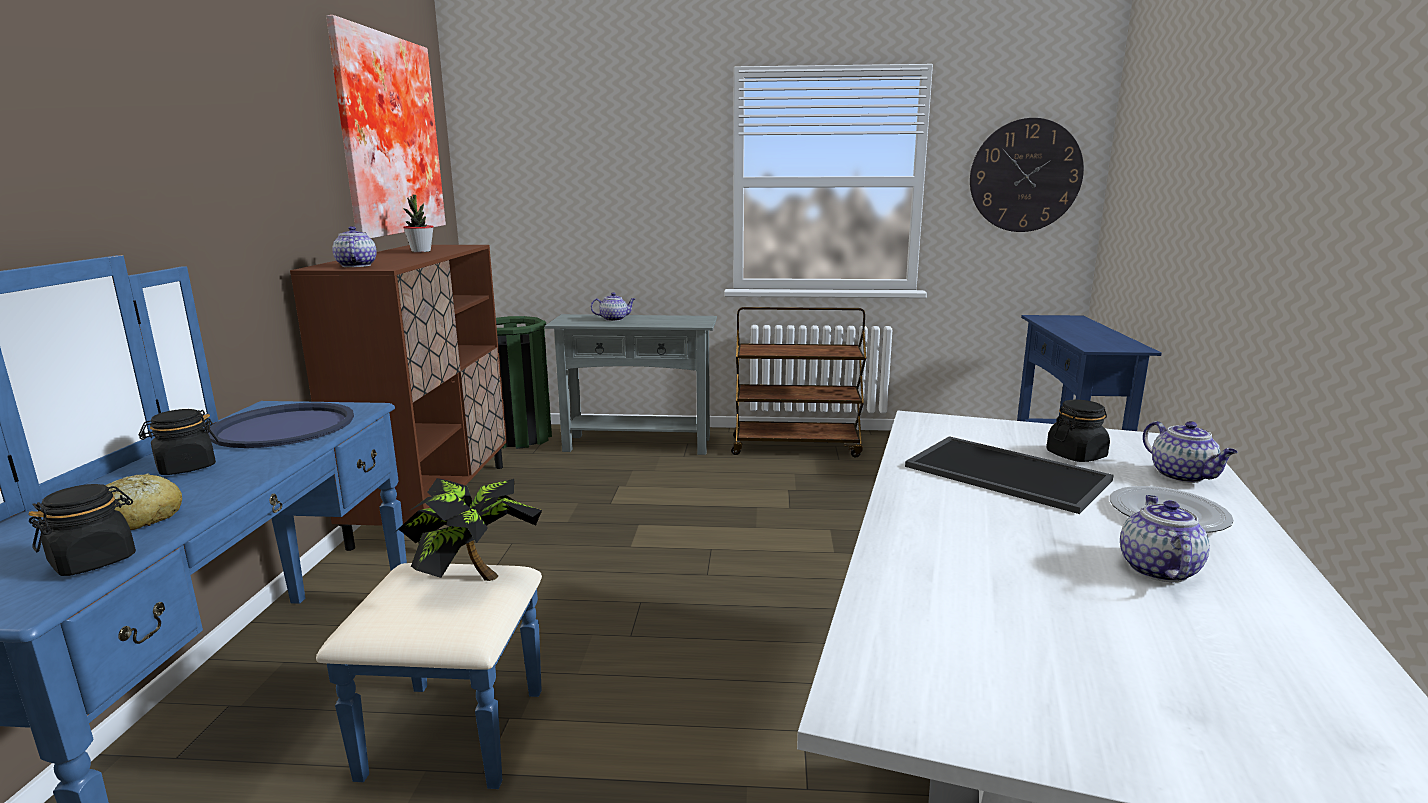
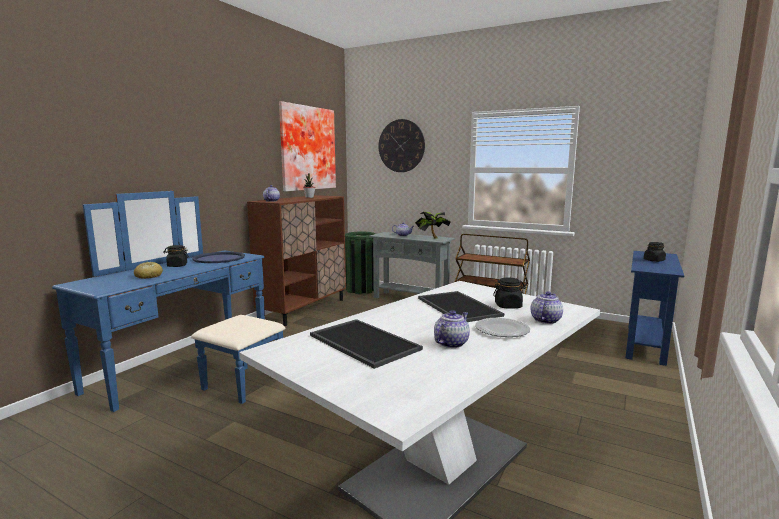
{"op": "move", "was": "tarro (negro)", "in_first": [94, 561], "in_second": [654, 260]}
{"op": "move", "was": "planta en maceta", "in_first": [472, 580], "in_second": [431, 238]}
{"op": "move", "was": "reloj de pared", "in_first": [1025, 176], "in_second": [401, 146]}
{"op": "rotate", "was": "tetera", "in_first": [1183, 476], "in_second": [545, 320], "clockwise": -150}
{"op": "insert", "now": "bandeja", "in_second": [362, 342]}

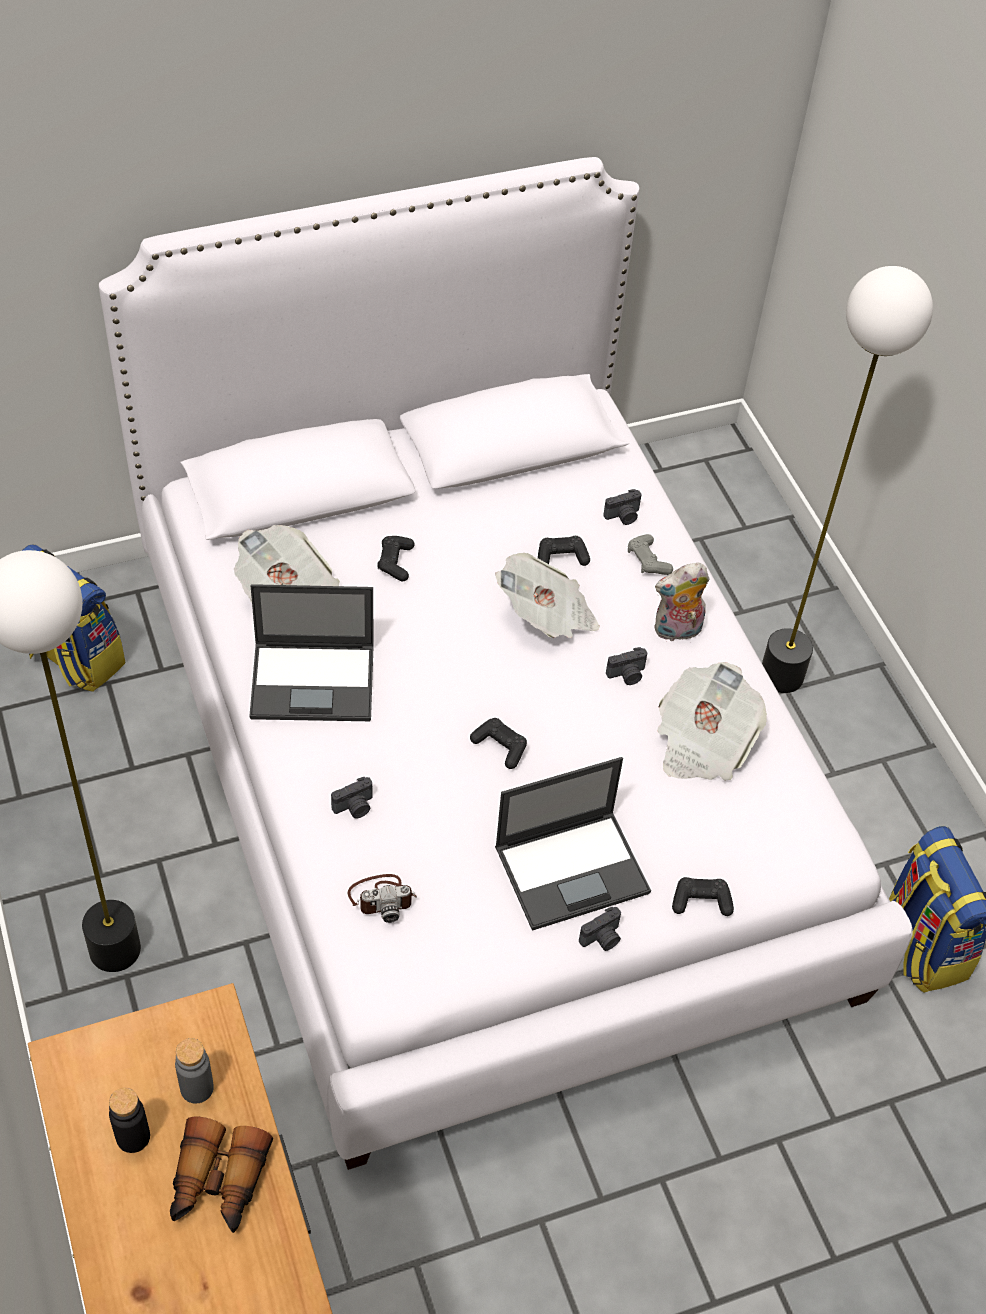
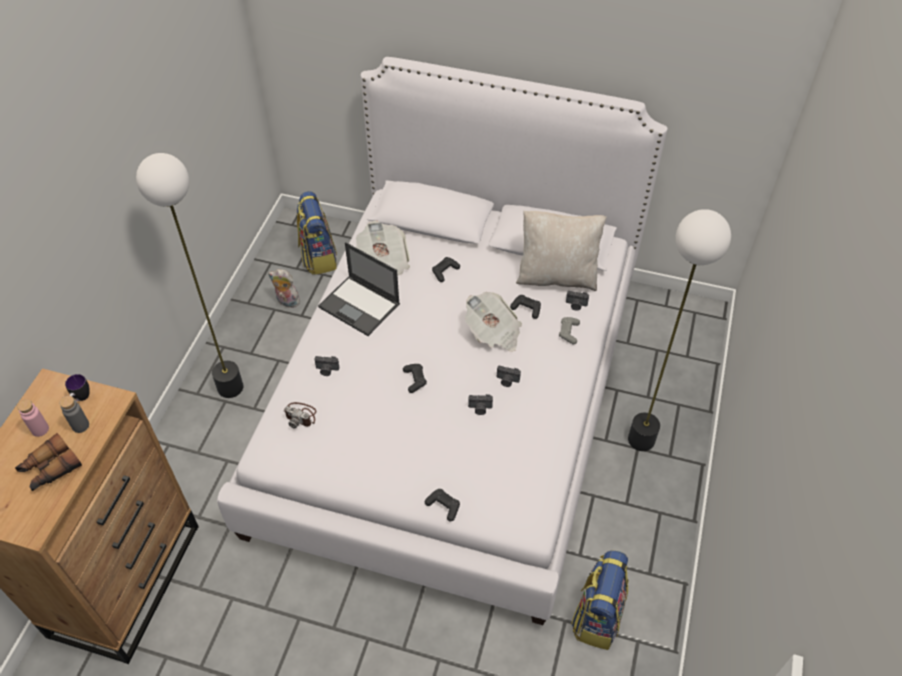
{"op": "recolor", "was": "botella (negro)", "now": "botella (rosa)", "in_first": [133, 1137], "in_second": [40, 429]}
{"op": "delete", "was": "portátil", "in_first": [573, 869]}
{"op": "move", "was": "cámara", "in_first": [602, 938], "in_second": [480, 408]}
{"op": "move", "was": "peluche", "in_first": [677, 631], "in_second": [286, 302]}
{"op": "delete", "was": "periódico", "in_first": [702, 742]}
{"op": "insert", "now": "taza grande", "in_second": [81, 399]}
{"op": "insert", "now": "cojín (beis)", "in_second": [557, 276]}

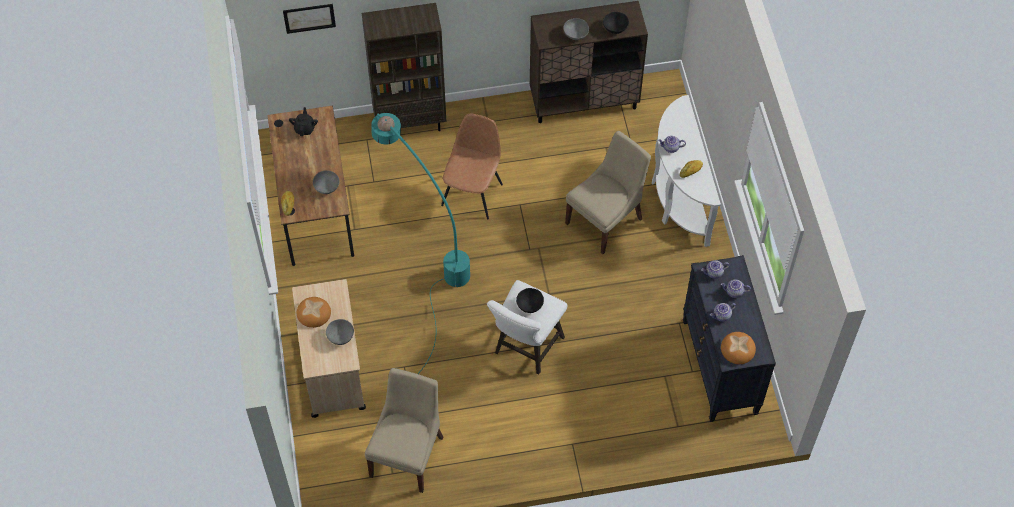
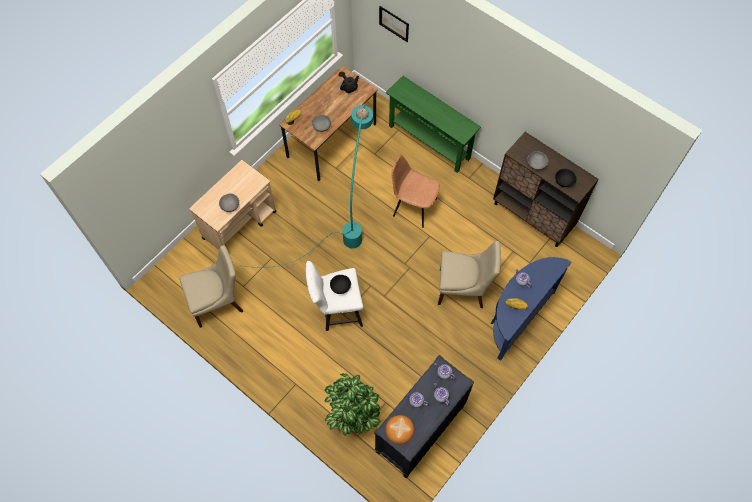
{"op": "delete", "was": "pan", "in_first": [314, 313]}
{"op": "replace", "was": "estantería (marrón)", "now": "mesa consola (verde)", "in_first": [410, 123], "in_second": [429, 142]}
{"op": "rotate", "was": "silla (marrón)", "in_first": [473, 193], "in_second": [413, 207], "clockwise": -135}
{"op": "recolor", "was": "mesa consola (blanco)", "now": "mesa consola (azul)", "in_first": [678, 198], "in_second": [516, 317]}
{"op": "insert", "now": "planta en maceta", "in_second": [353, 424]}

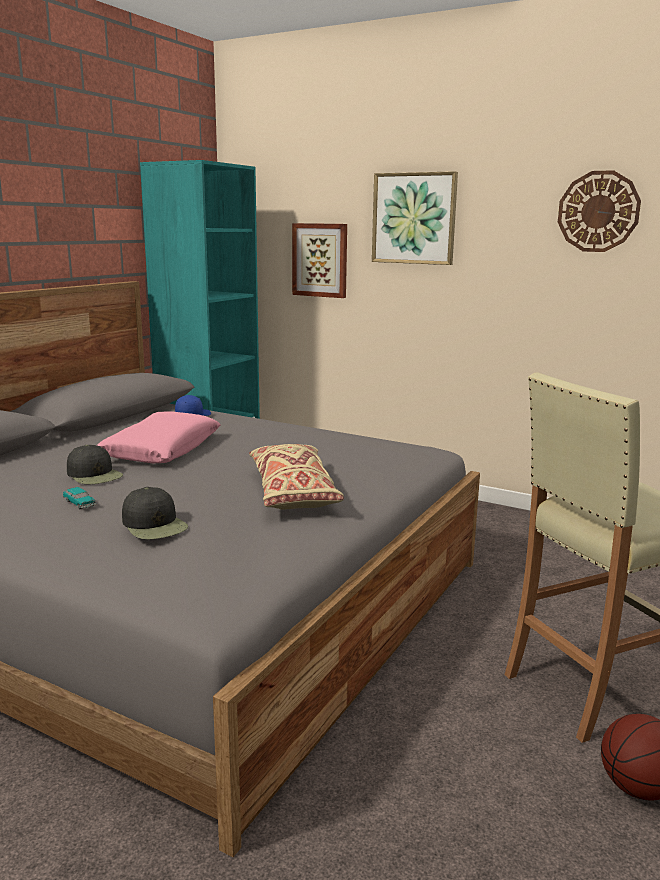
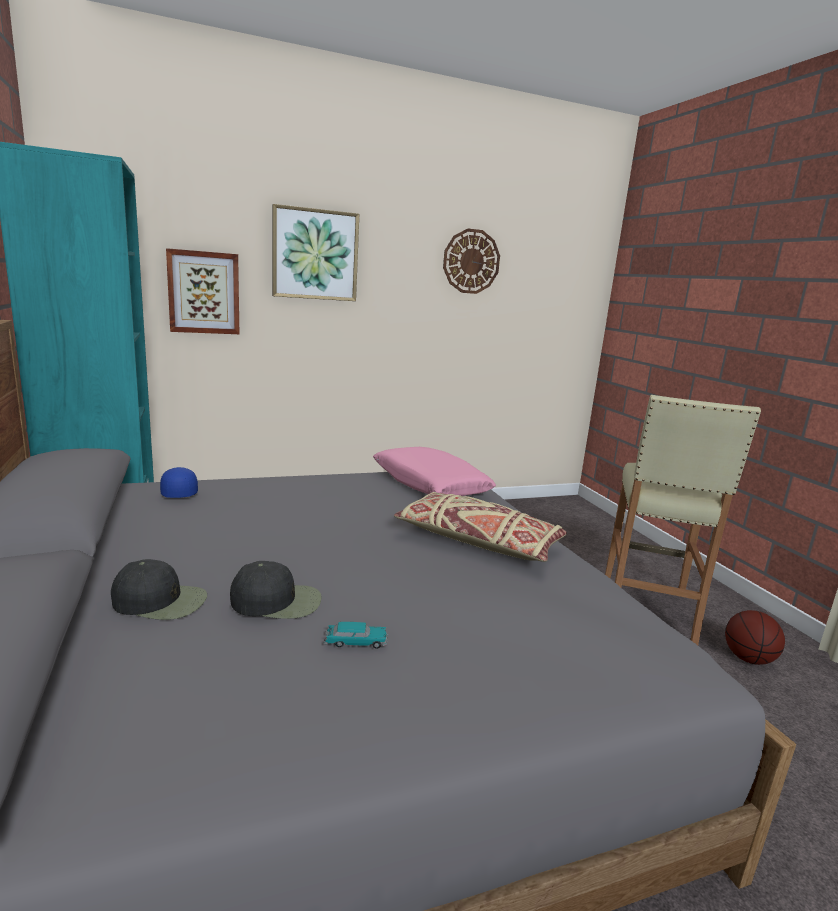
{"op": "move", "was": "cojín (rosa)", "in_first": [162, 450], "in_second": [430, 484]}
{"op": "move", "was": "gorra (negro)", "in_first": [155, 525], "in_second": [161, 601]}

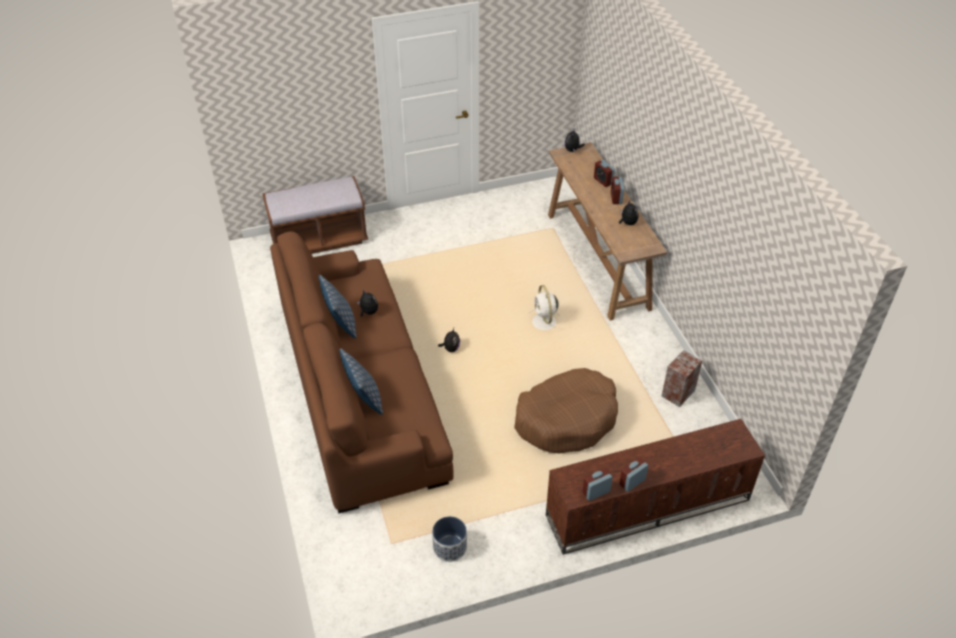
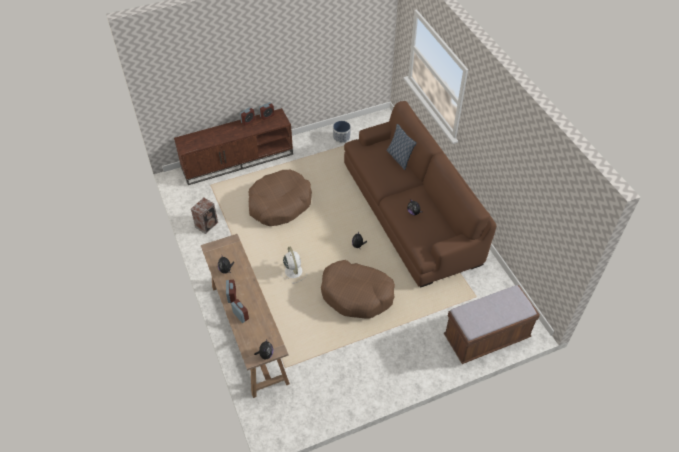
{"op": "delete", "was": "cojín", "in_first": [341, 324]}
{"op": "insert", "now": "cama para perro (marrón)", "in_second": [357, 294]}

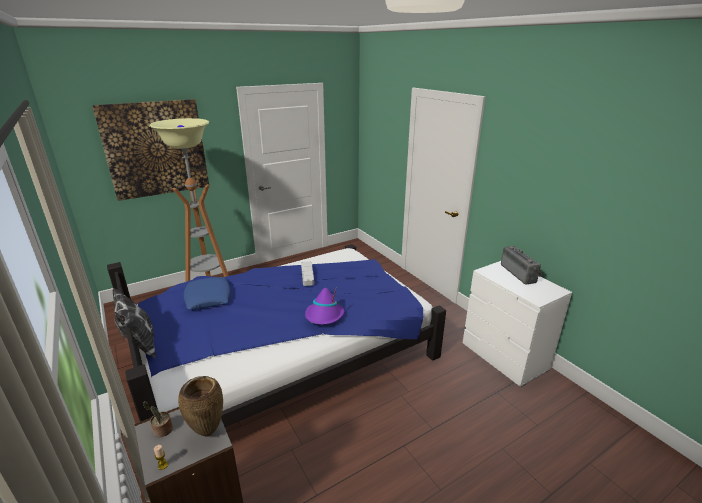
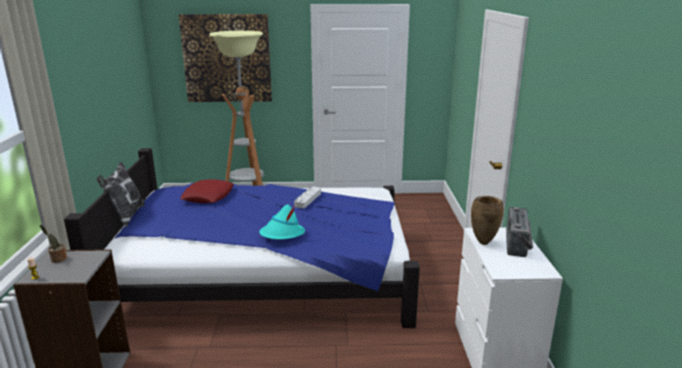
{"op": "move", "was": "florero (marrón)", "in_first": [208, 431], "in_second": [483, 242]}
{"op": "recolor", "was": "cojín (azul)", "now": "cojín (rojo)", "in_first": [208, 297], "in_second": [208, 196]}
{"op": "recolor", "was": "sombrero (morado)", "now": "sombrero (turquesa)", "in_first": [324, 316], "in_second": [282, 234]}

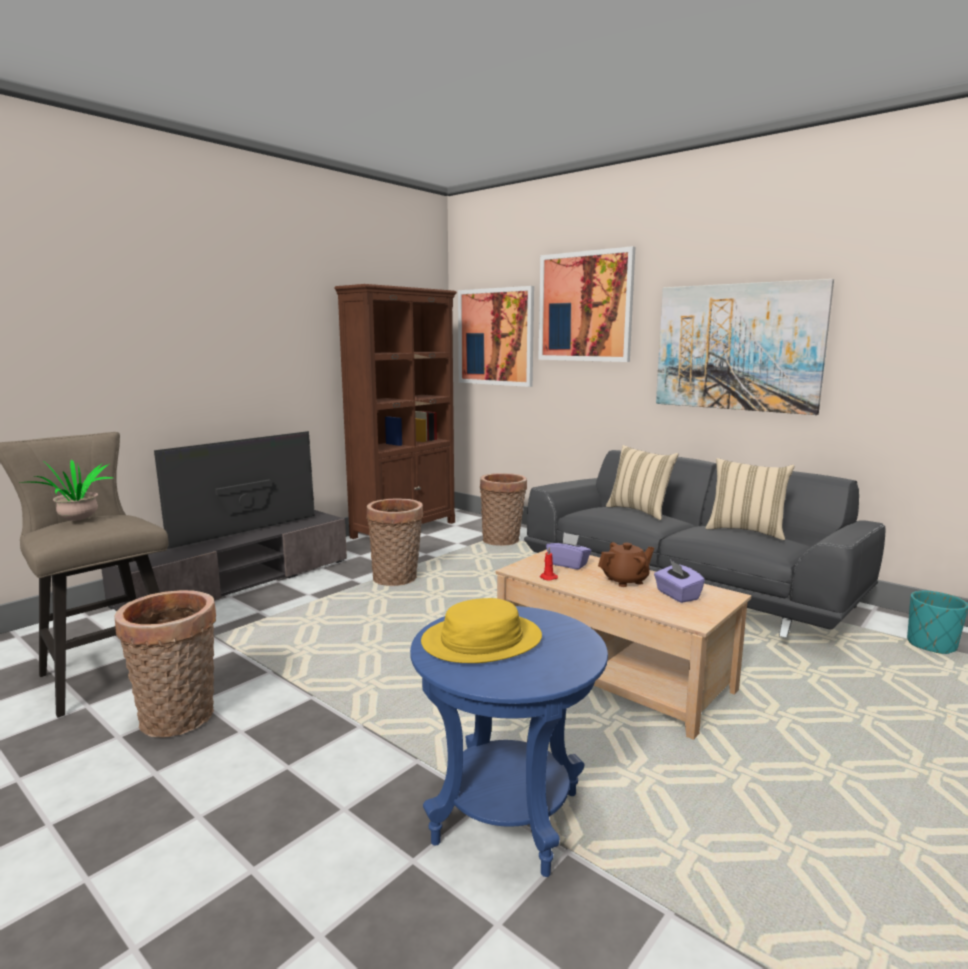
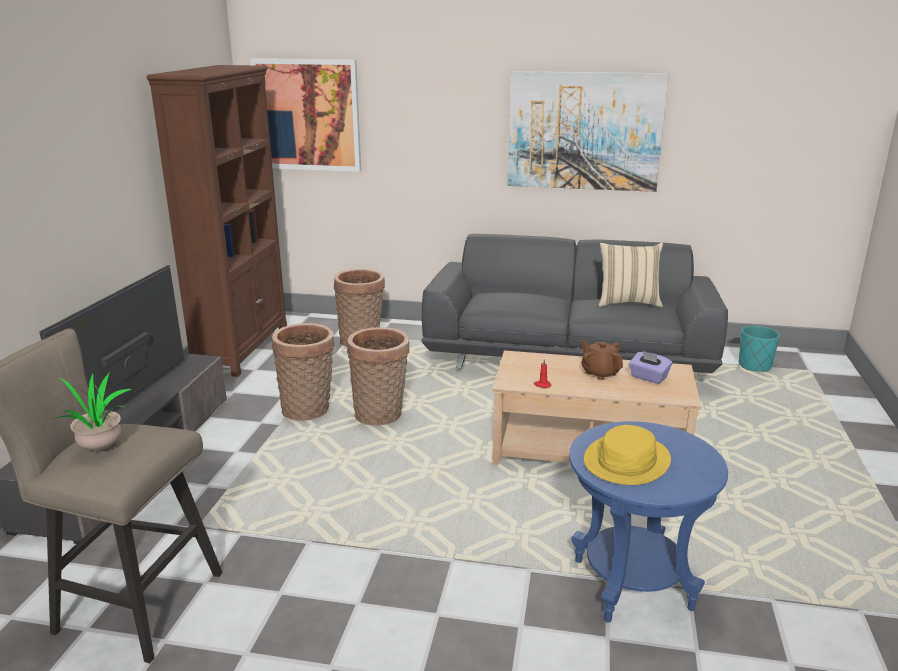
{"op": "move", "was": "cesta", "in_first": [179, 720], "in_second": [381, 415]}
{"op": "delete", "was": "cuadro", "in_first": [585, 307]}
{"op": "delete", "was": "caja de pañuelos (morado)", "in_first": [568, 564]}
{"op": "rotate", "was": "tetera (marrón)", "in_first": [626, 580], "in_second": [600, 373], "clockwise": -75}
{"op": "delete", "was": "cojín (beis)", "in_first": [640, 511]}

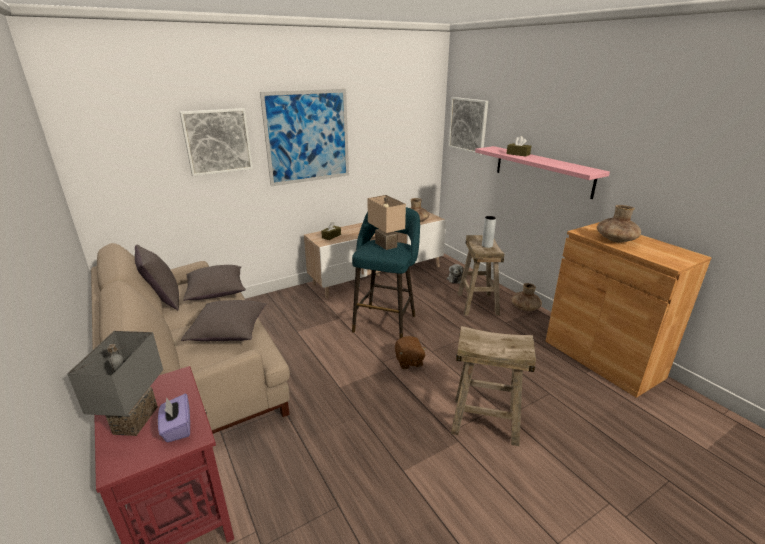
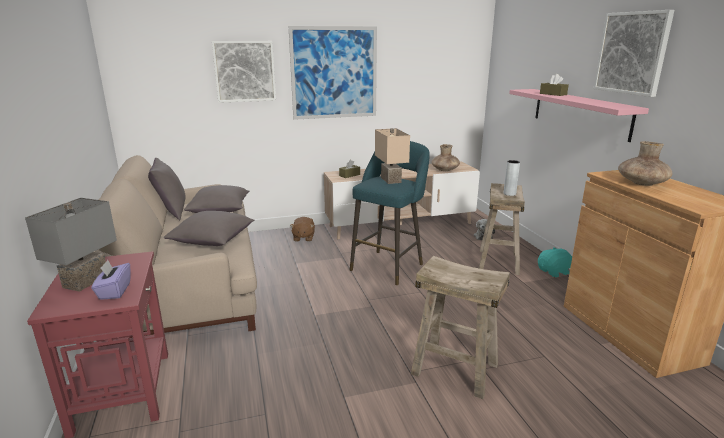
{"op": "move", "was": "peluche (marrón)", "in_first": [409, 361], "in_second": [303, 238]}
{"op": "move", "was": "cuadro", "in_first": [468, 125], "in_second": [632, 53]}
{"op": "replace", "was": "florero (marrón)", "now": "peluche (turquesa)", "in_first": [525, 308], "in_second": [554, 272]}

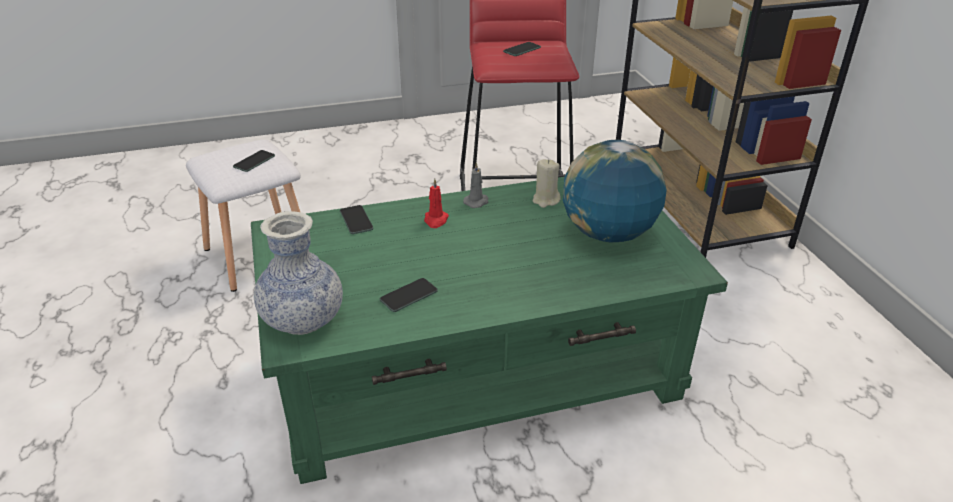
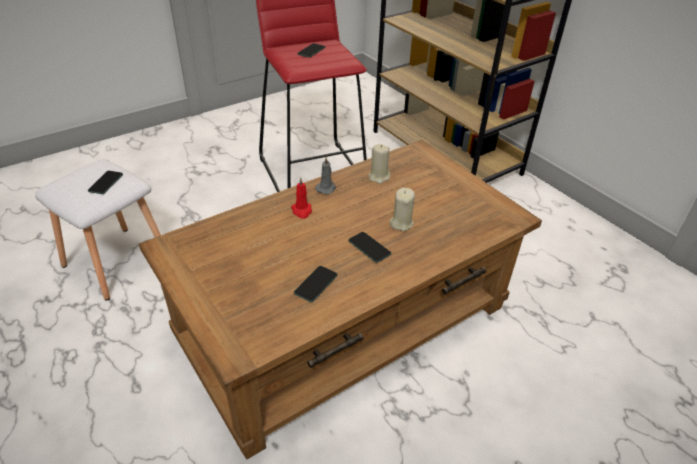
{"op": "recolor", "was": "mesa de centro (verde)", "now": "mesa de centro (marrón)", "in_first": [477, 370], "in_second": [346, 322]}
{"op": "delete", "was": "florero", "in_first": [303, 319]}
{"op": "move", "was": "móvil", "in_first": [356, 220], "in_second": [369, 247]}
{"op": "delete", "was": "globo terráqueo", "in_first": [608, 234]}
{"op": "insert", "now": "vela (beis)", "in_second": [401, 223]}

